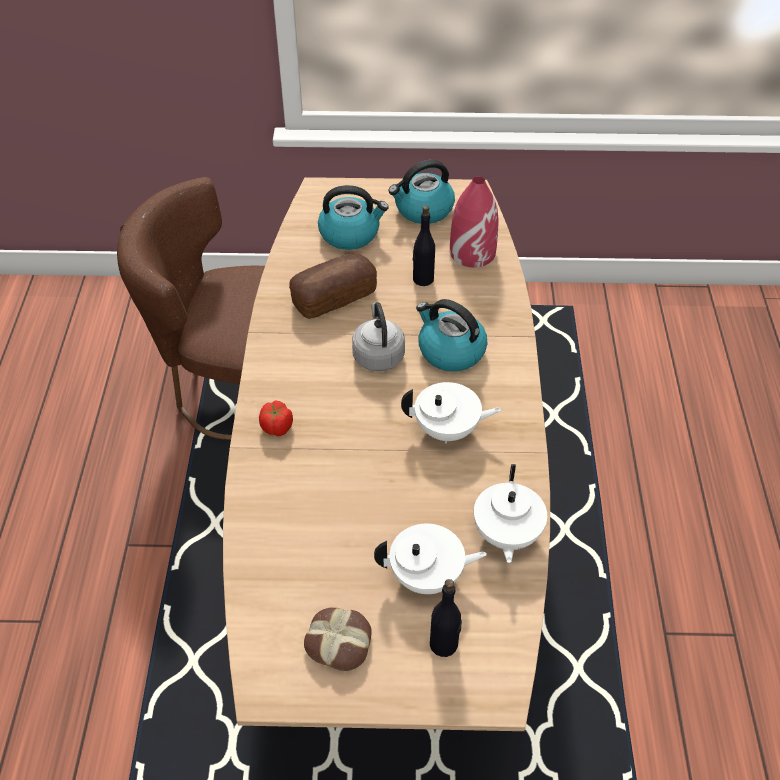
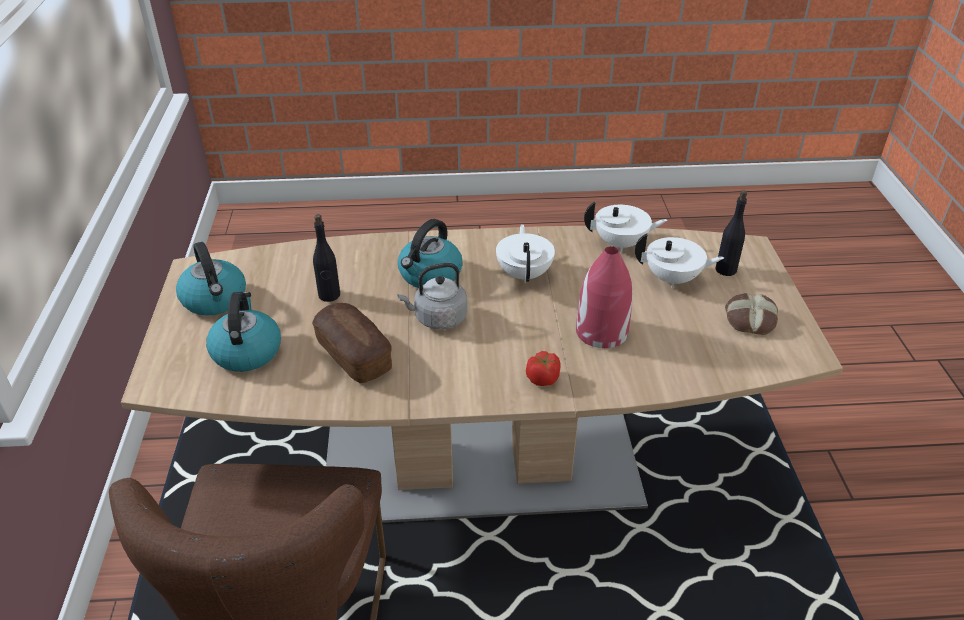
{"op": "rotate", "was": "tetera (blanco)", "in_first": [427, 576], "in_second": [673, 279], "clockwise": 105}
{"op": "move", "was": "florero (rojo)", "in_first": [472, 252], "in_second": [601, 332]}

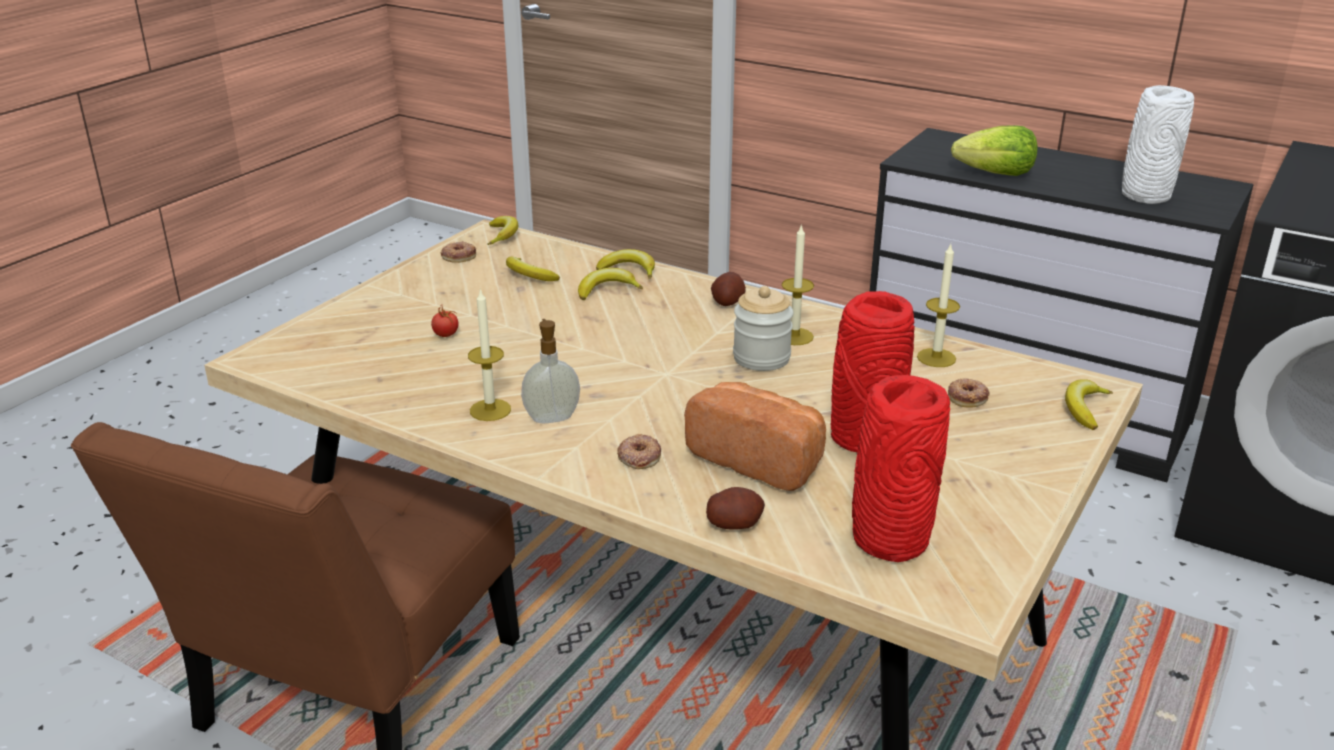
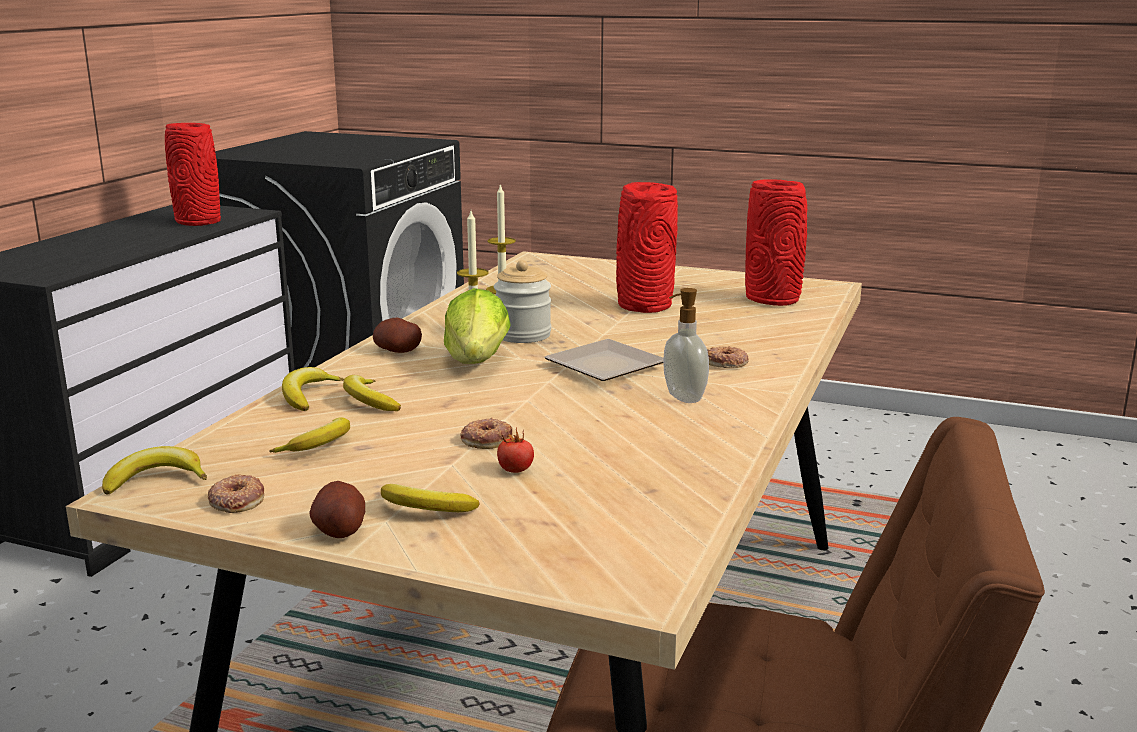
{"op": "delete", "was": "vela", "in_first": [490, 410]}
{"op": "delete", "was": "pan", "in_first": [760, 458]}
{"op": "move", "was": "patata", "in_first": [734, 524], "in_second": [339, 530]}
{"op": "move", "was": "rosquilla", "in_first": [967, 397], "in_second": [487, 439]}
{"op": "move", "was": "lechuga", "in_first": [996, 174], "in_second": [477, 362]}
{"op": "move", "was": "plátano", "in_first": [1084, 409], "in_second": [424, 509]}
{"op": "recolor", "was": "florero (blanco)", "now": "florero (rojo)", "in_first": [1144, 195], "in_second": [198, 222]}
{"op": "insert", "now": "plato", "in_second": [605, 368]}

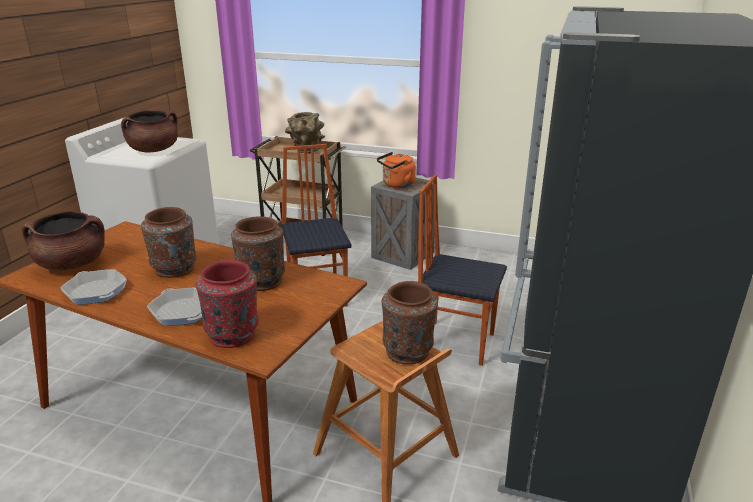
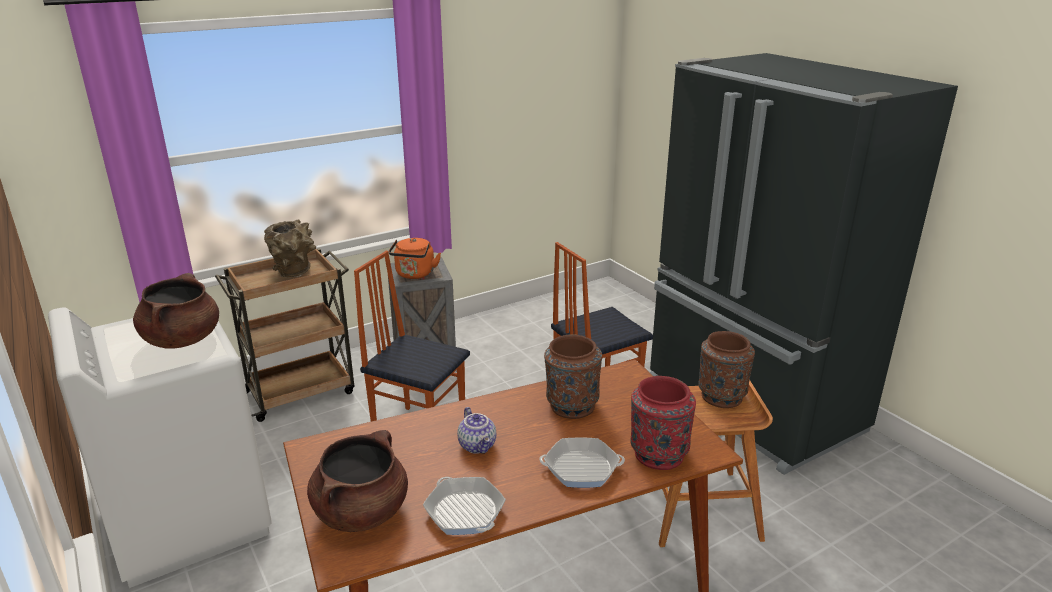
{"op": "rotate", "was": "sartén", "in_first": [95, 291], "in_second": [464, 511], "clockwise": 60}
{"op": "replace", "was": "florero (marrón)", "now": "tetera", "in_first": [174, 269], "in_second": [478, 446]}

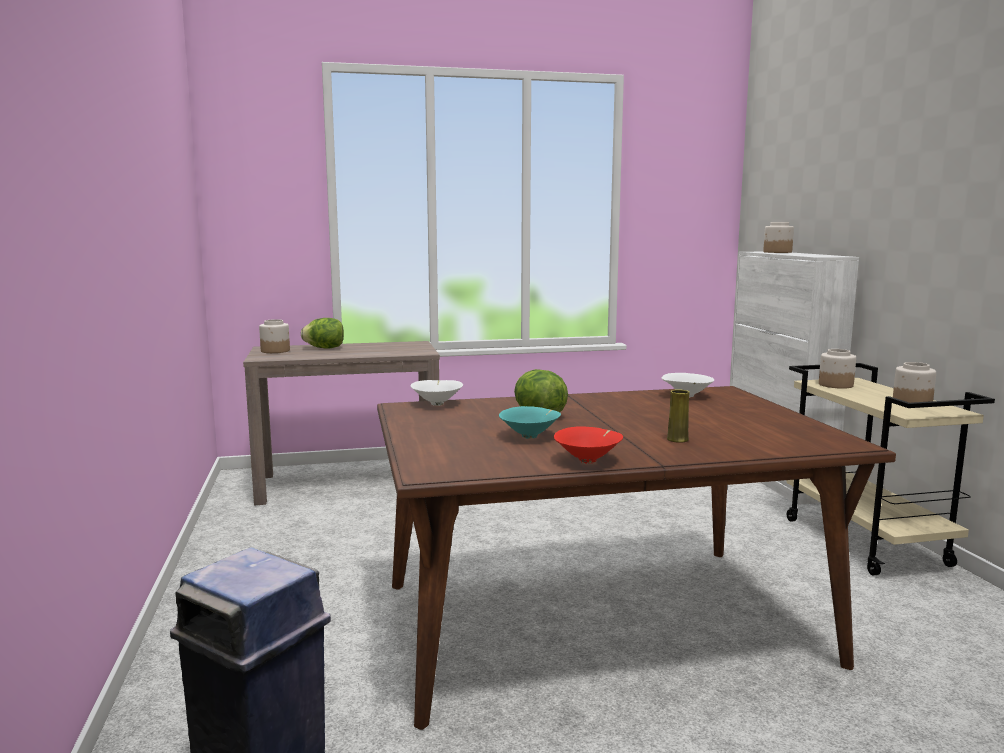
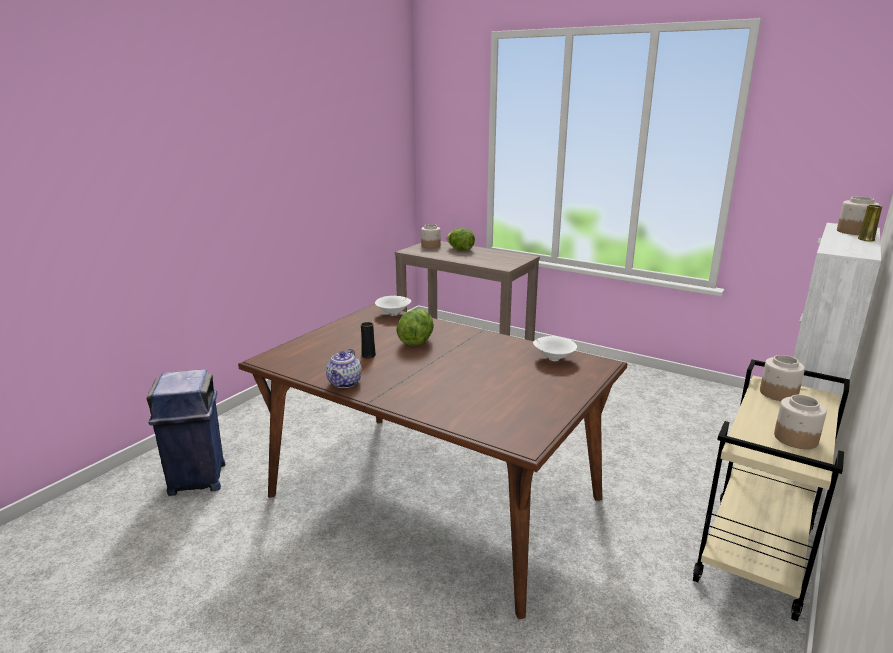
{"op": "replace", "was": "cuenco (turquesa)", "now": "florero (negro)", "in_first": [531, 436], "in_second": [368, 355]}
{"op": "replace", "was": "cuenco (rojo)", "now": "tetera", "in_first": [589, 460], "in_second": [344, 383]}
{"op": "move", "was": "florero (amarillo)", "in_first": [677, 439], "in_second": [866, 239]}

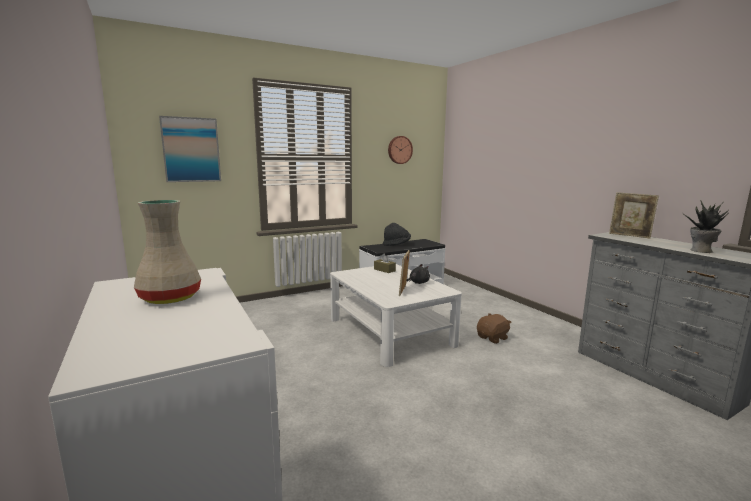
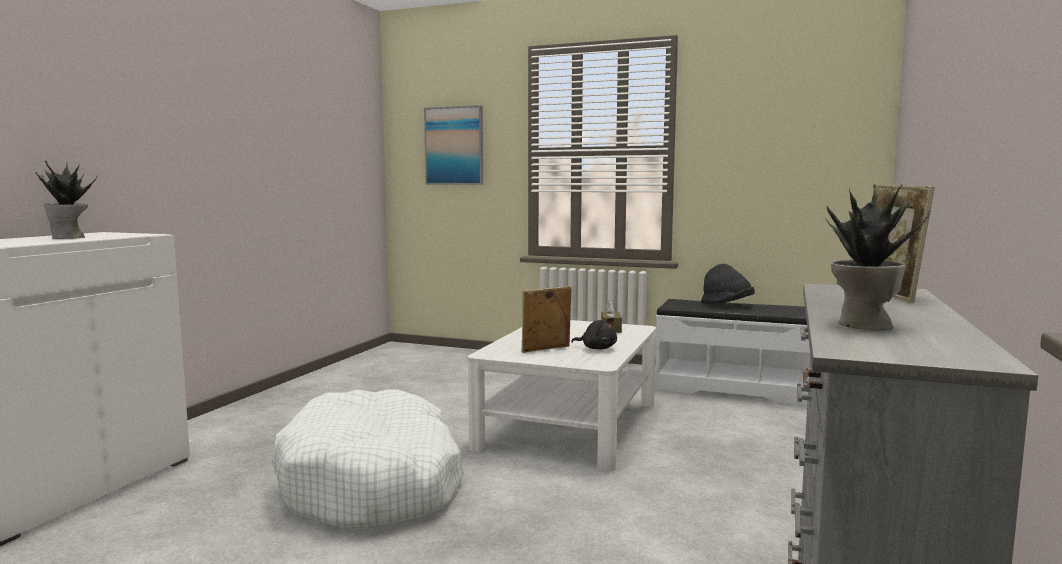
{"op": "replace", "was": "florero (beis)", "now": "planta en maceta", "in_first": [171, 298], "in_second": [69, 238]}
{"op": "delete", "was": "reloj de pared", "in_first": [399, 150]}
{"op": "delete", "was": "peluche (marrón)", "in_first": [493, 338]}
{"op": "insert", "now": "cama para perro (blanco)", "in_second": [373, 483]}

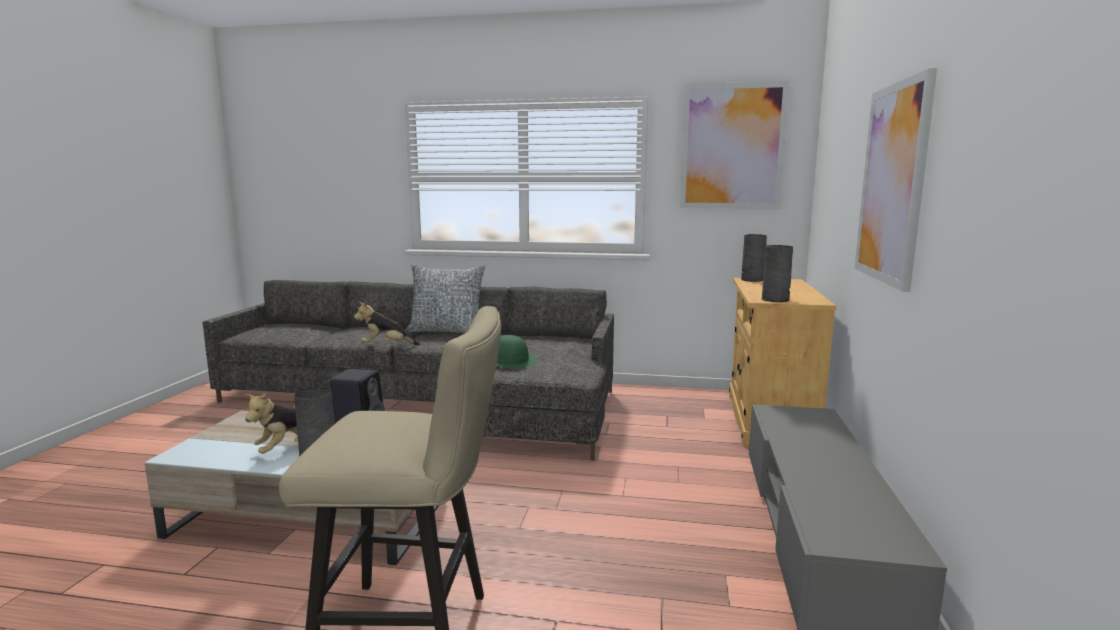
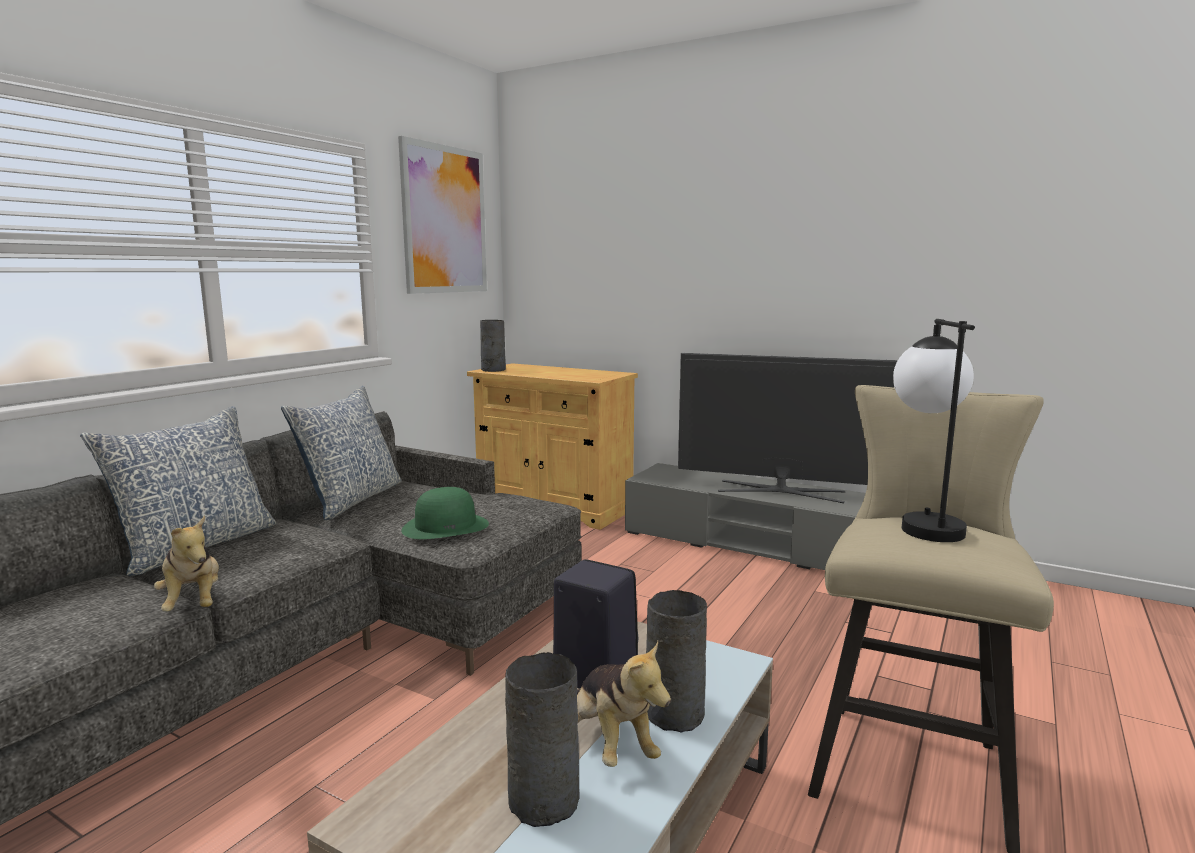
{"op": "rotate", "was": "peluche", "in_first": [386, 346], "in_second": [194, 603], "clockwise": -45}
{"op": "move", "was": "florero (gris)", "in_first": [776, 300], "in_second": [546, 800]}
{"op": "delete", "was": "cuadro", "in_first": [892, 183]}
{"op": "insert", "now": "cojín", "in_second": [351, 499]}
{"op": "insert", "now": "televisor", "in_second": [781, 491]}
{"op": "insert", "now": "lámpara de mesa", "in_second": [923, 523]}

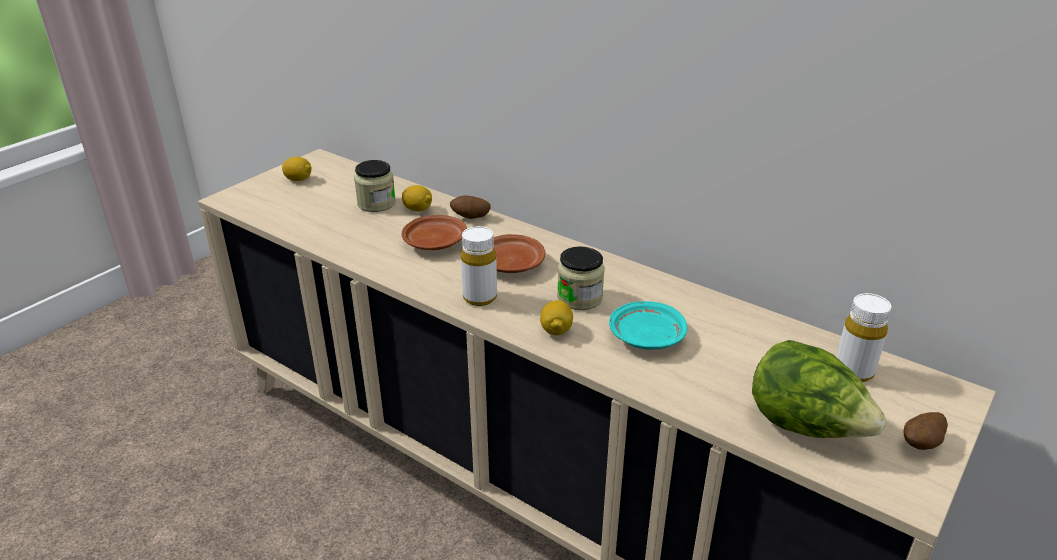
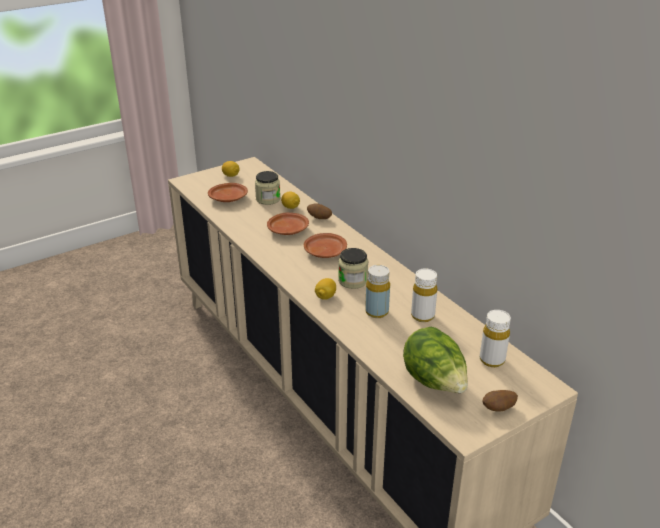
{"op": "move", "was": "botella (blanco)", "in_first": [480, 297], "in_second": [422, 316]}
{"op": "replace", "was": "plato (turquesa)", "now": "botella (amarillo)", "in_first": [646, 337], "in_second": [377, 312]}
{"op": "insert", "now": "plato (marrón)", "in_second": [229, 198]}

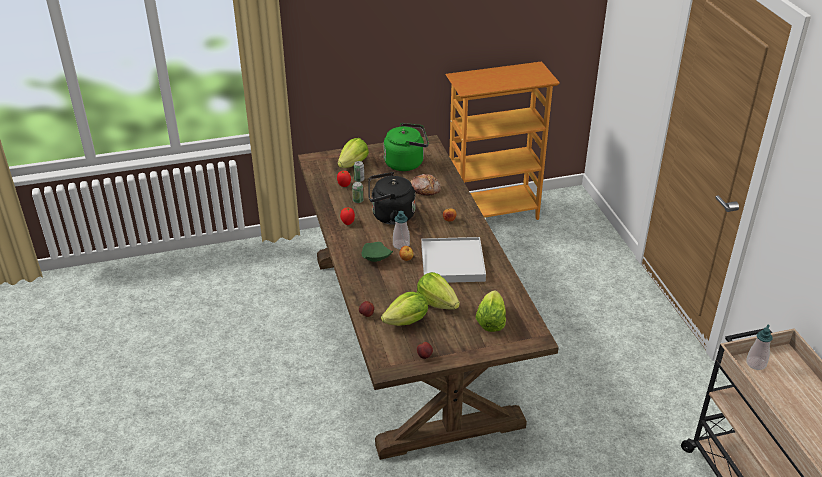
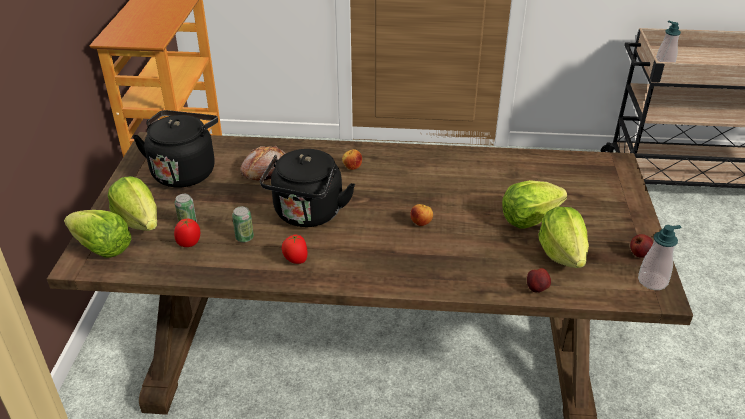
{"op": "delete", "was": "plato (verde)", "in_first": [375, 257]}
{"op": "recolor", "was": "hervidor (verde)", "now": "hervidor (negro)", "in_first": [406, 163], "in_second": [185, 171]}
{"op": "move", "was": "dispensador de jabón", "in_first": [401, 245], "in_second": [652, 281]}
{"op": "delete", "was": "bandeja (blanco)", "in_first": [452, 263]}
{"op": "move", "was": "lechuga", "in_first": [491, 321], "in_second": [101, 248]}

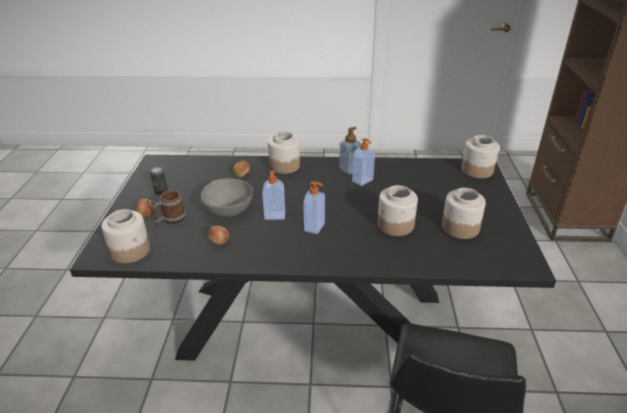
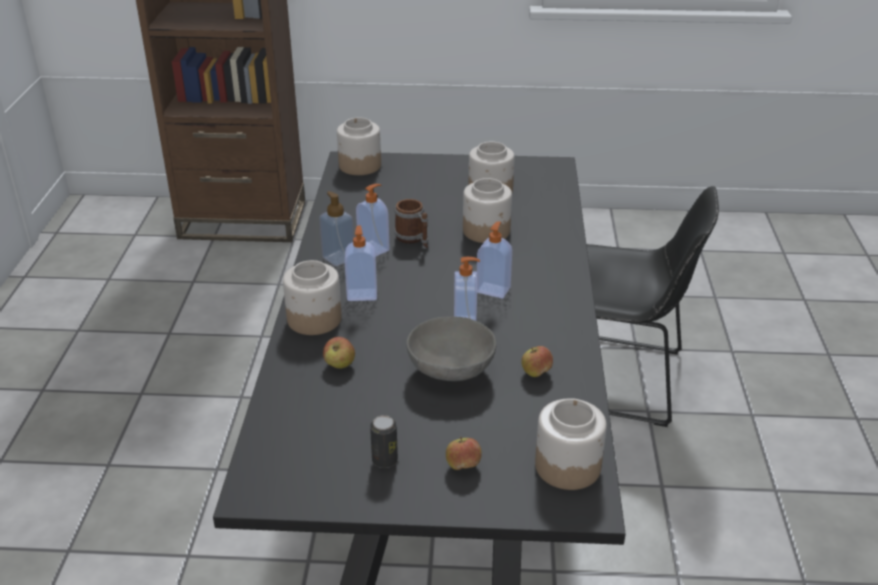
{"op": "move", "was": "taza grande", "in_first": [170, 219], "in_second": [413, 239]}
{"op": "insert", "now": "dispensador de jabón", "in_second": [362, 294]}

